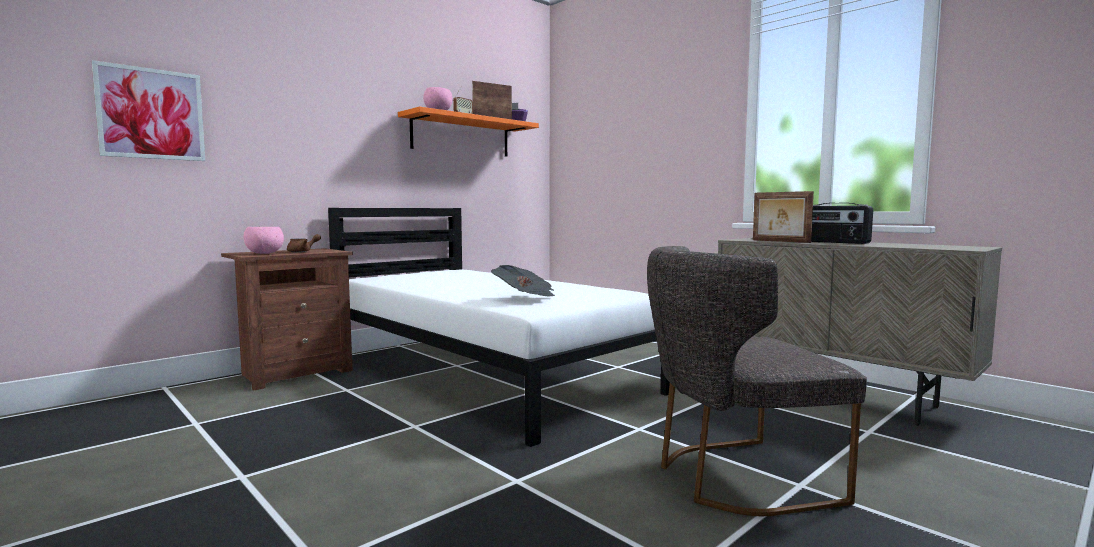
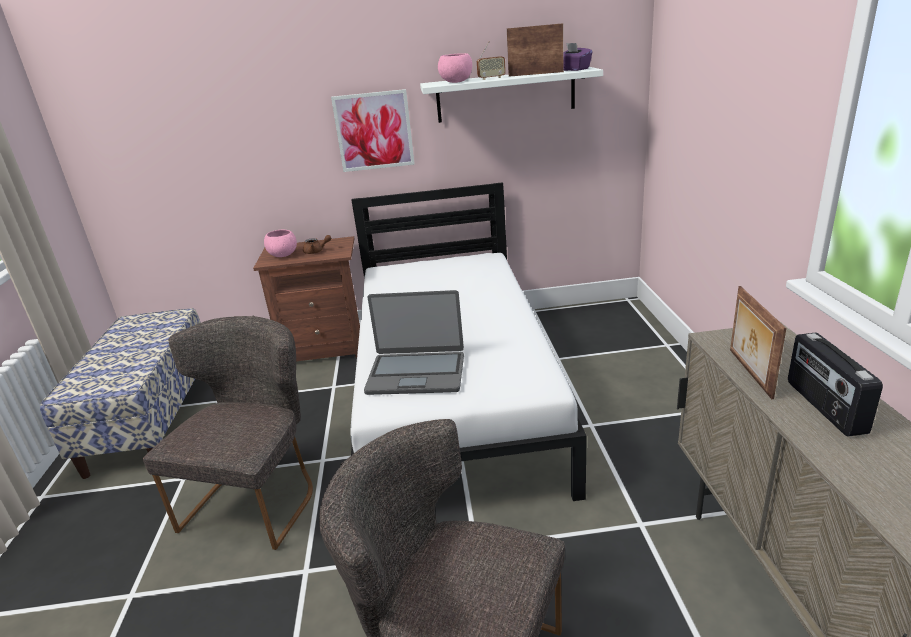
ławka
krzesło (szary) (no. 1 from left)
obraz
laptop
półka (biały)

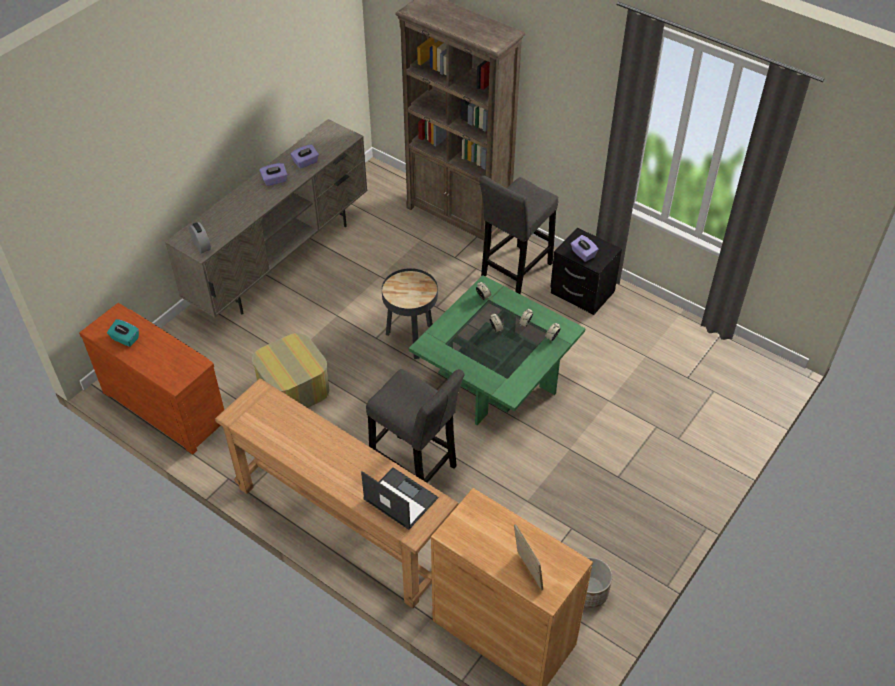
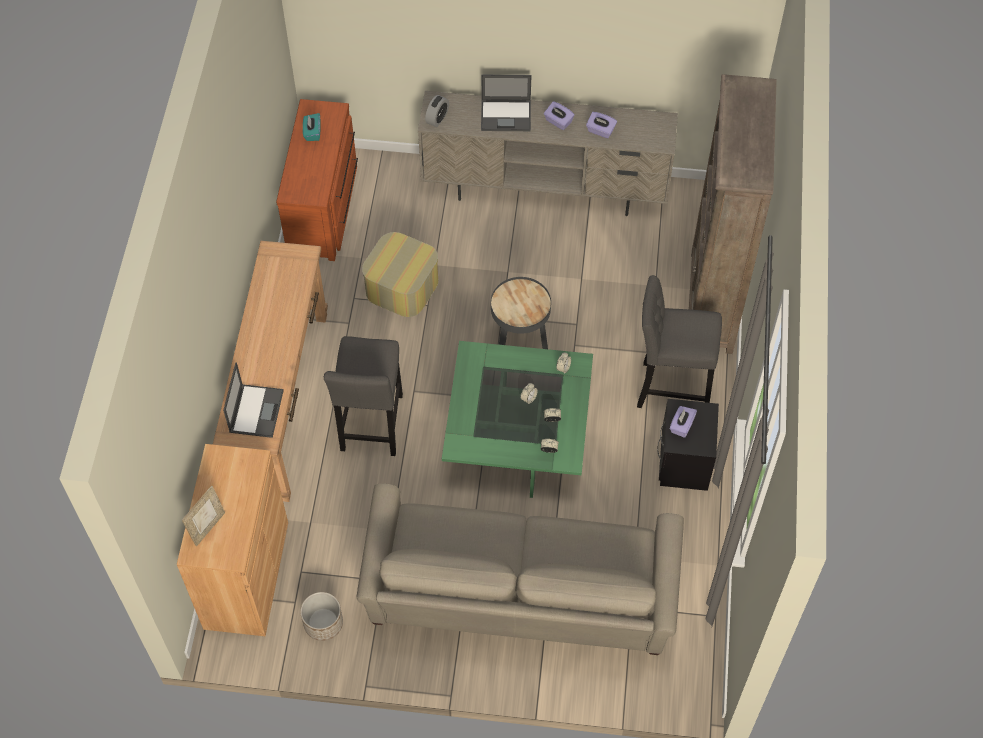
kanapa (beżowy)
laptop (no. 2 from left)

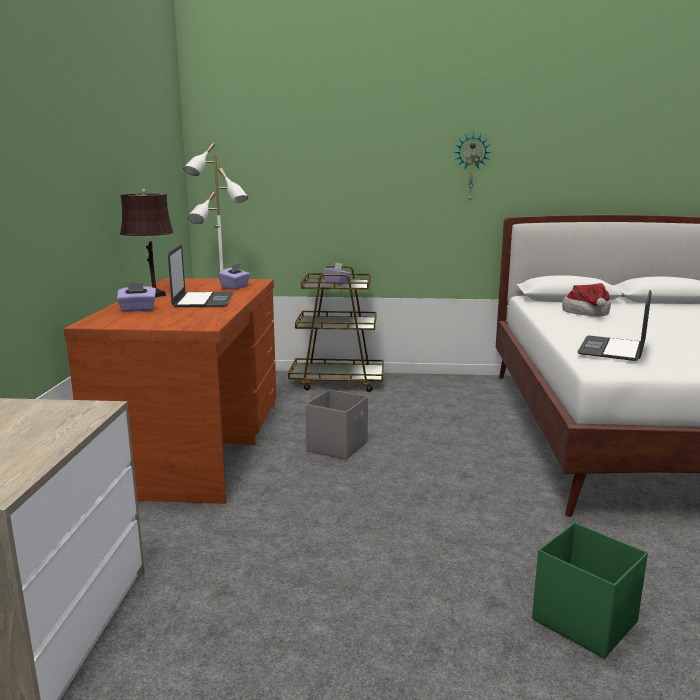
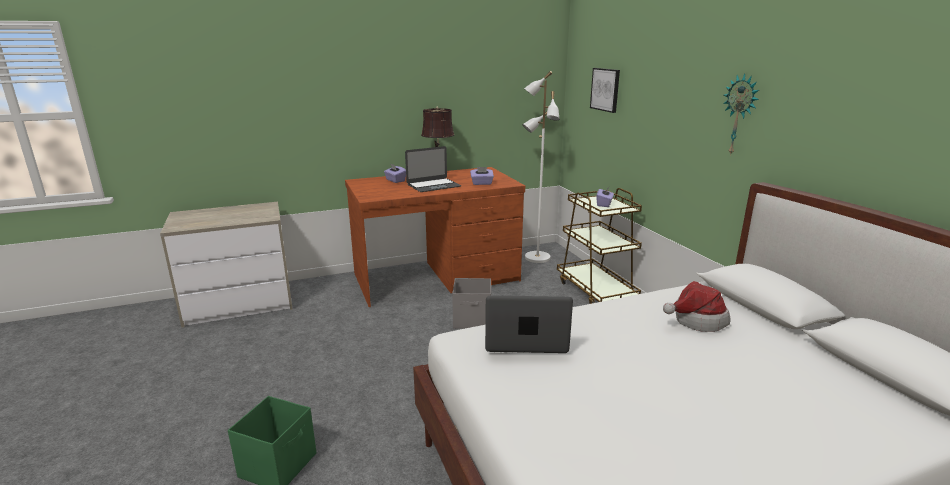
obraz

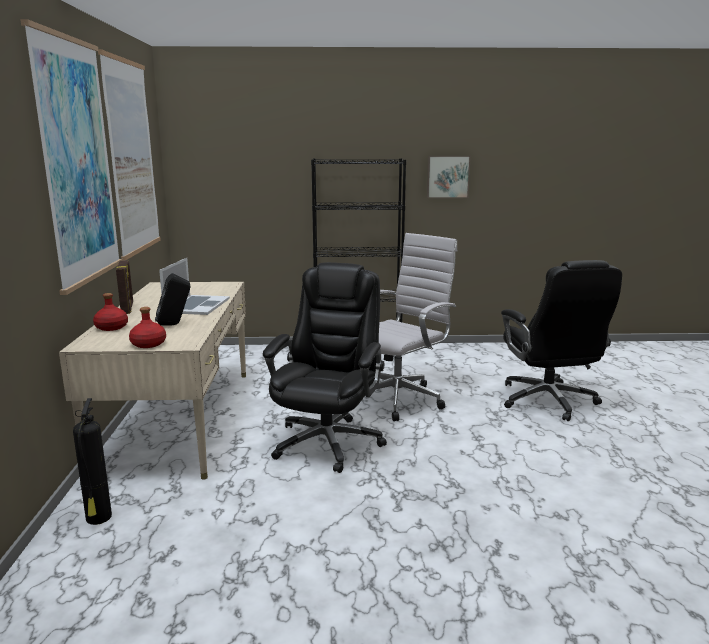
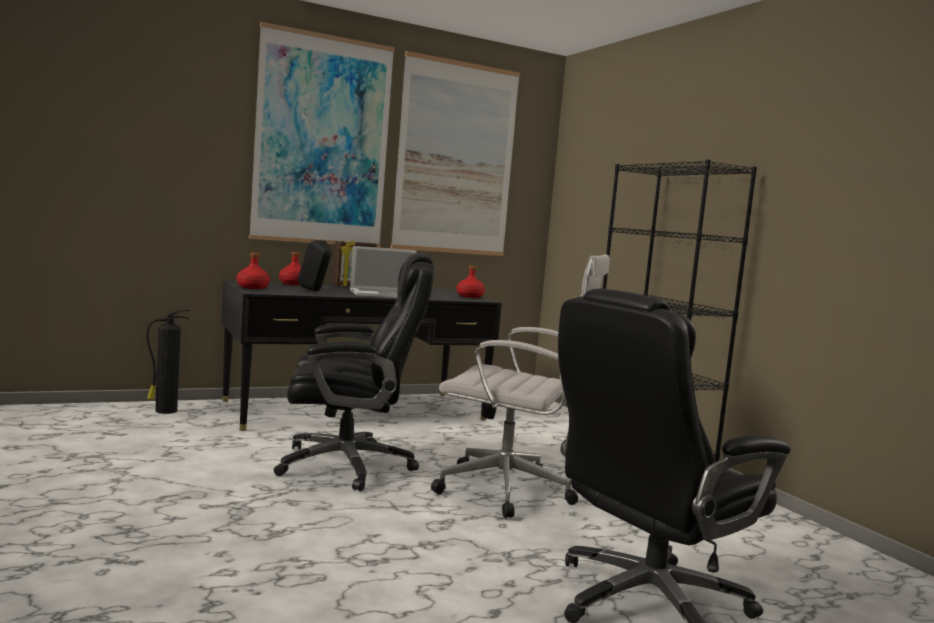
obraz (no. 3 from left in the first image)
butelka (czerwony) (no. 3 from left)
biurko (czarny)

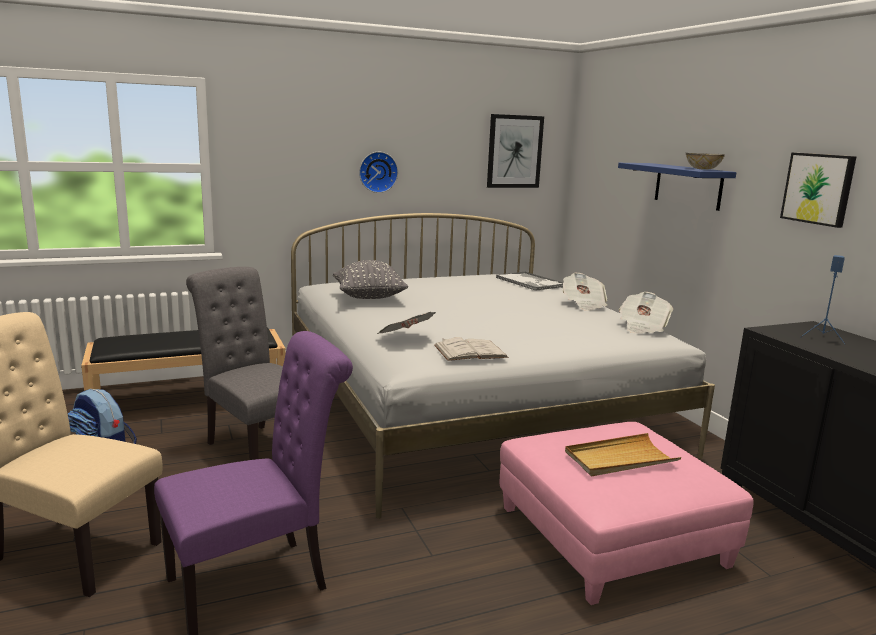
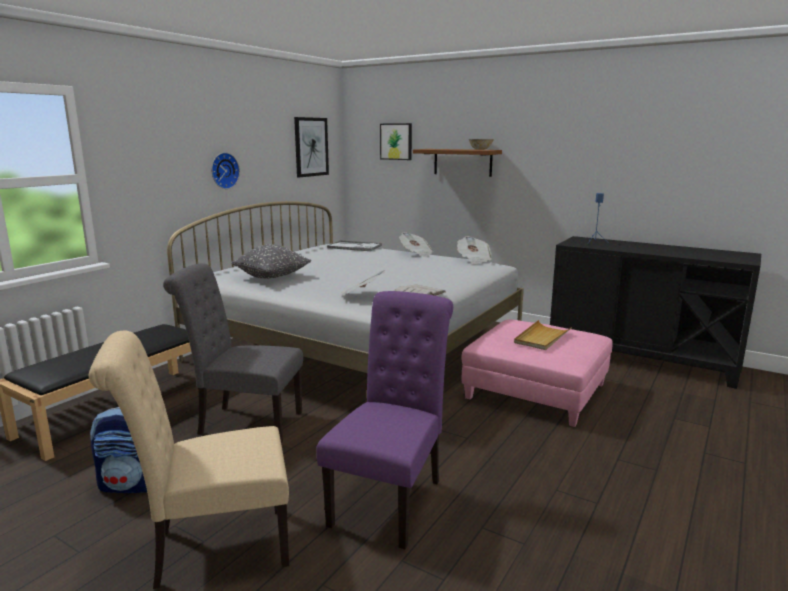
obraz (no. 2 from left)
półka (brązowy)

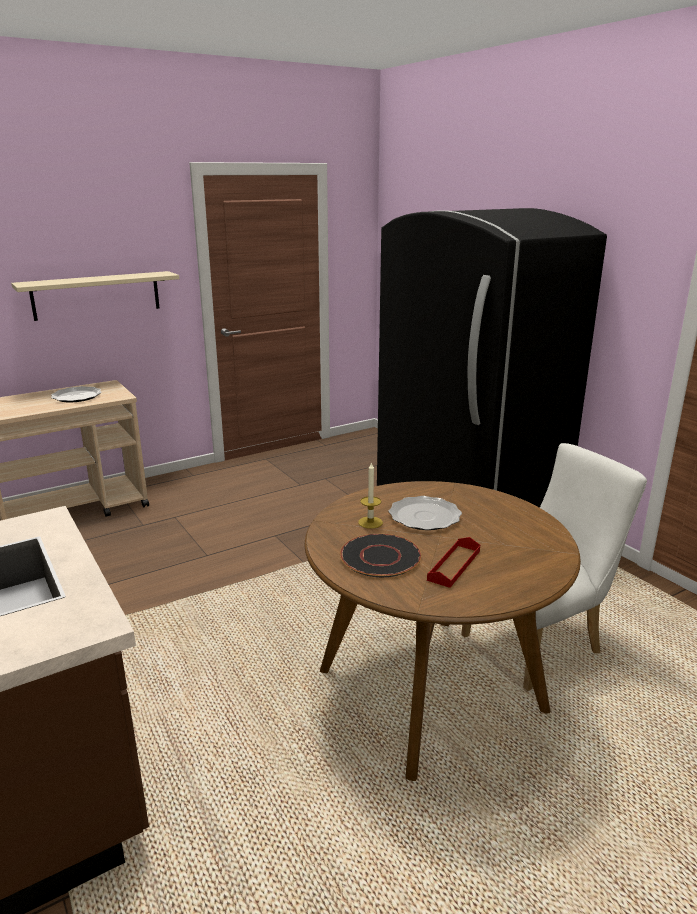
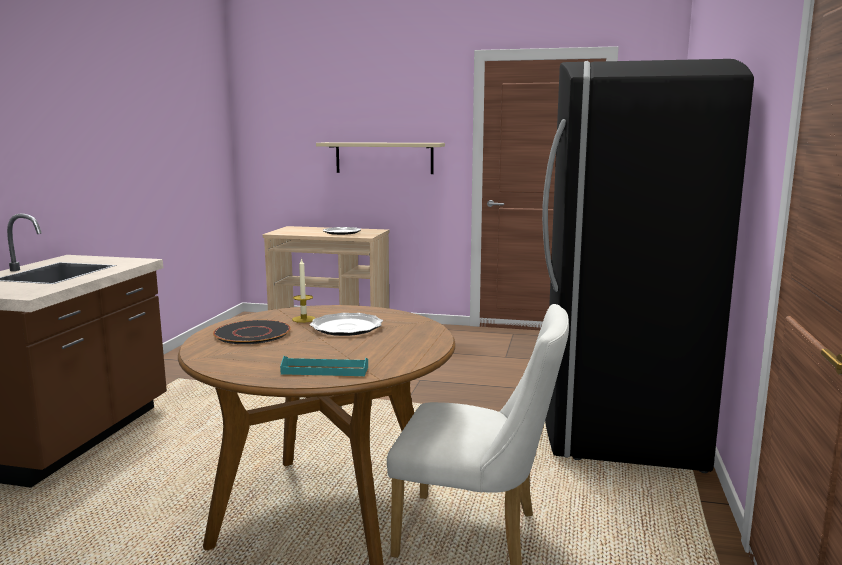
taca (czerwony)
taca (turkusowy)

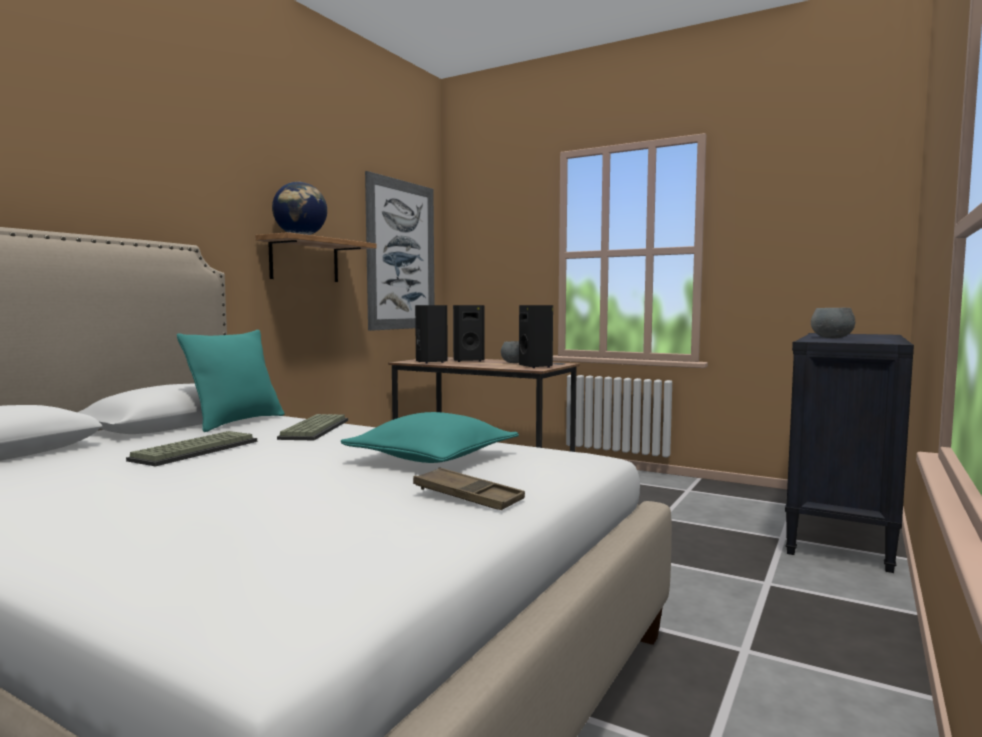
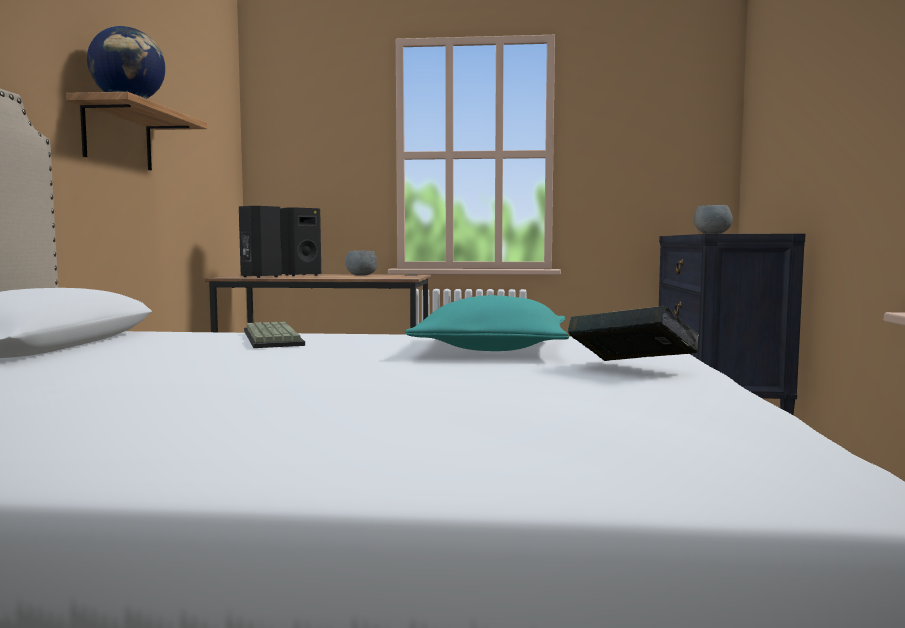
klawiatura (no. 1 from left in the first image)
poduszka (turkusowy) (no. 1 from left in the first image)
obraz
głośnik (czarny) (no. 3 from left in the first image)
książka

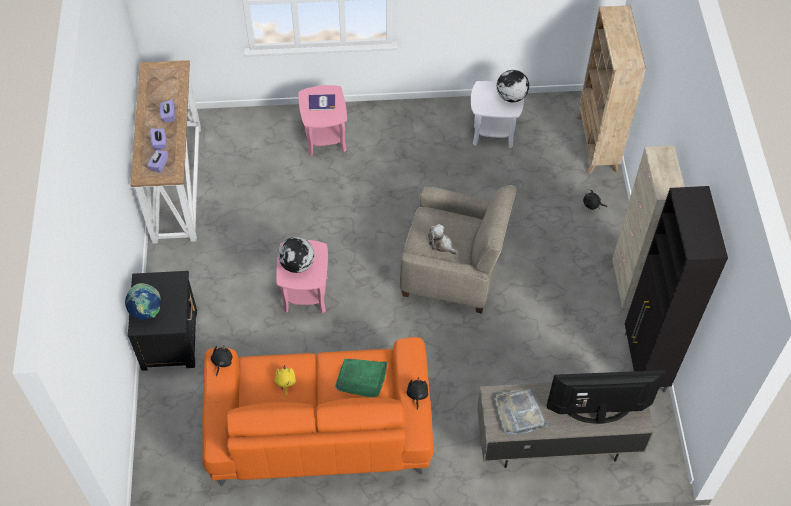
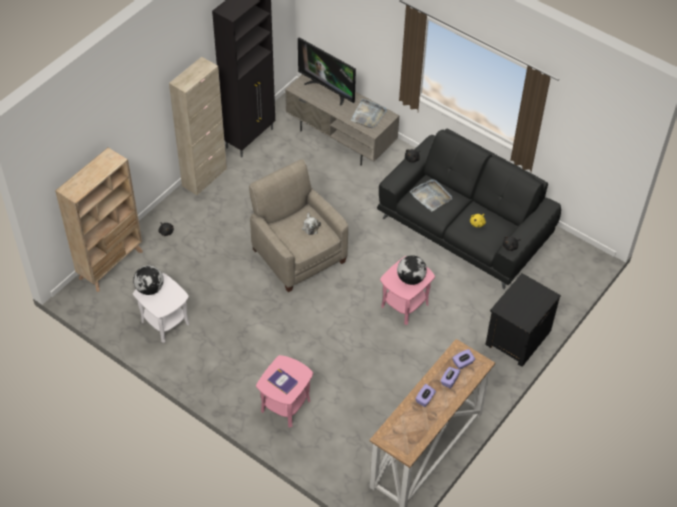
globus (no. 1 from left in the first image)
kanapa (czarny)
taca (szary) (no. 2 from left)

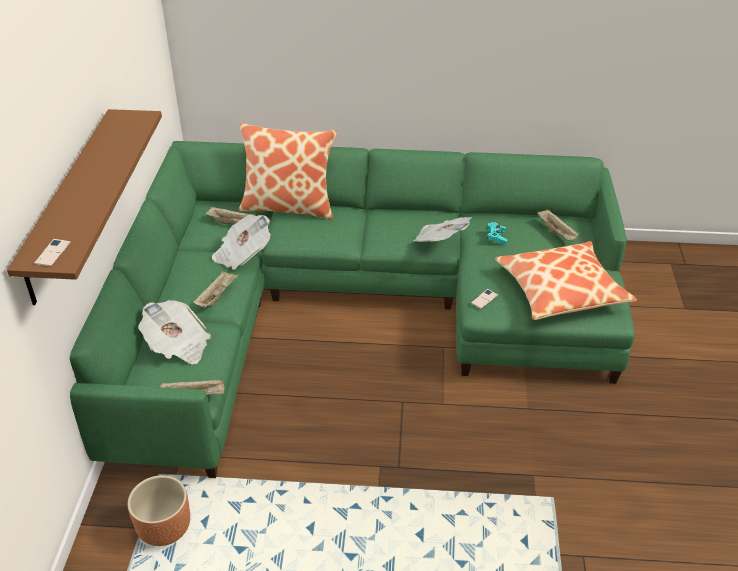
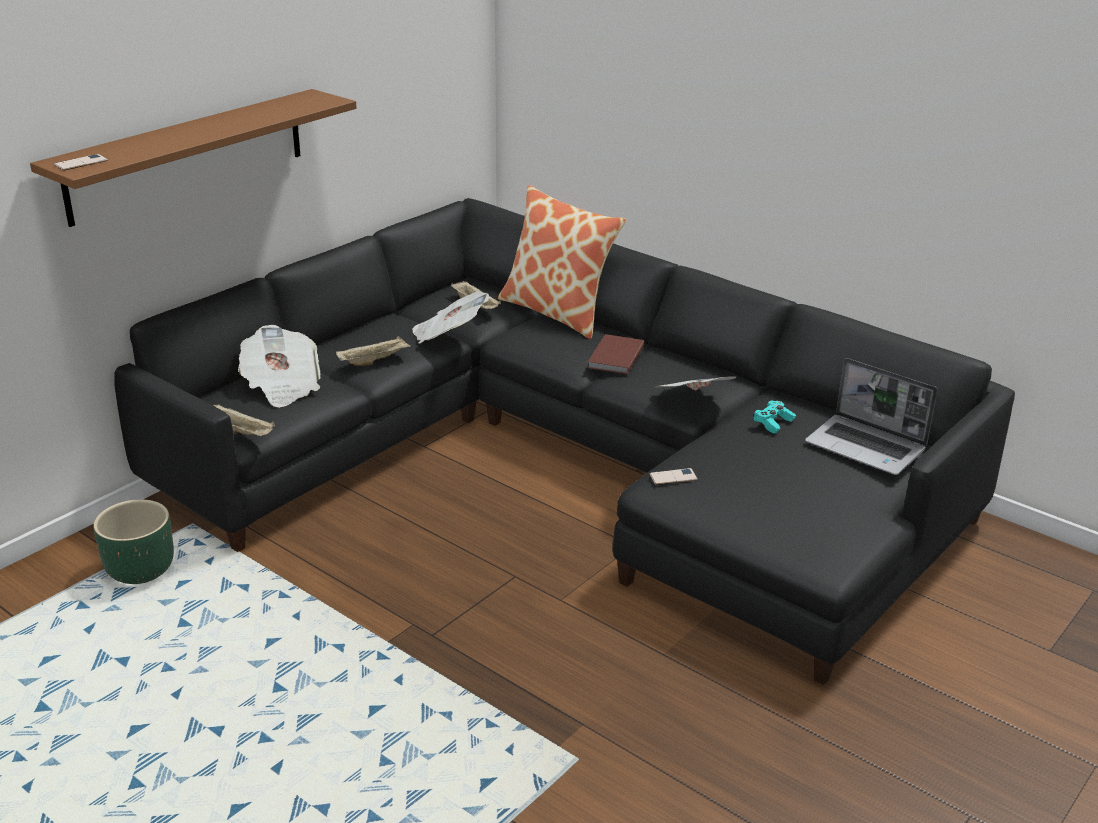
poduszka (no. 2 from left in the first image)
książka (brązowy)
laptop
kanapa (czarny)
donica (zielony)

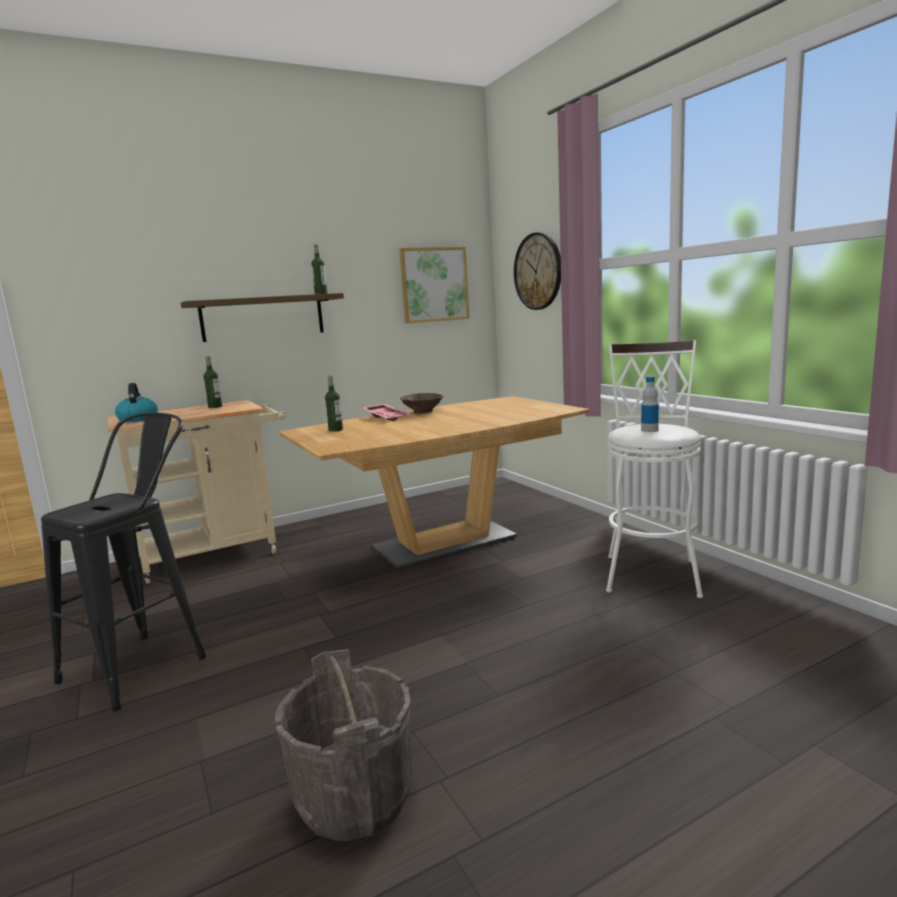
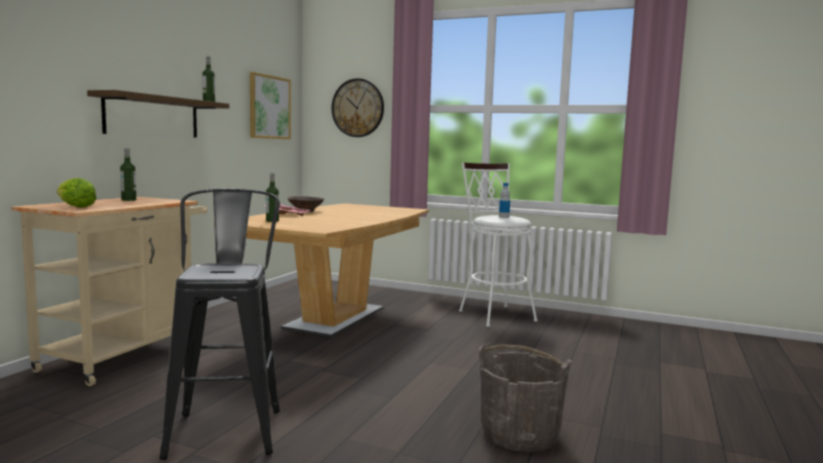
sałata

